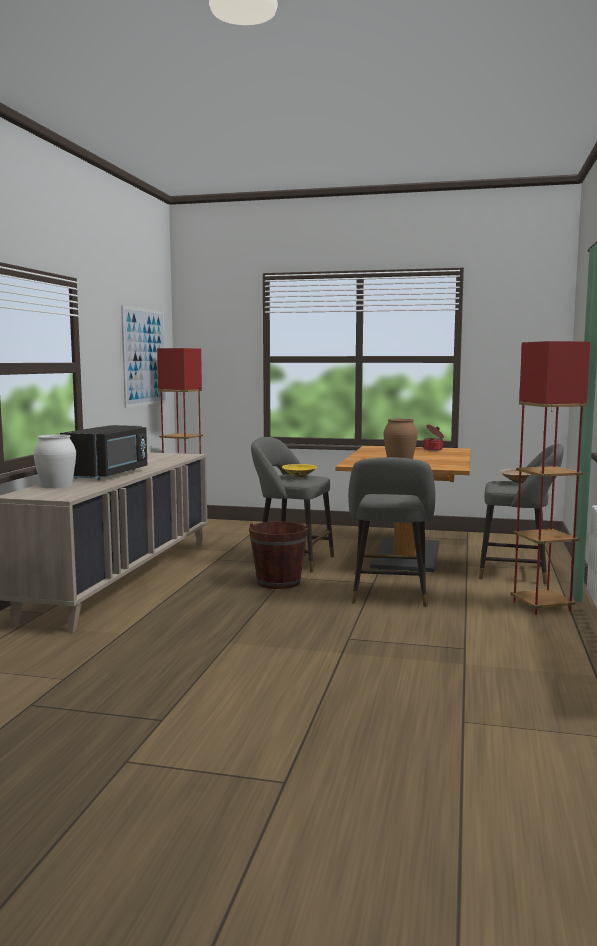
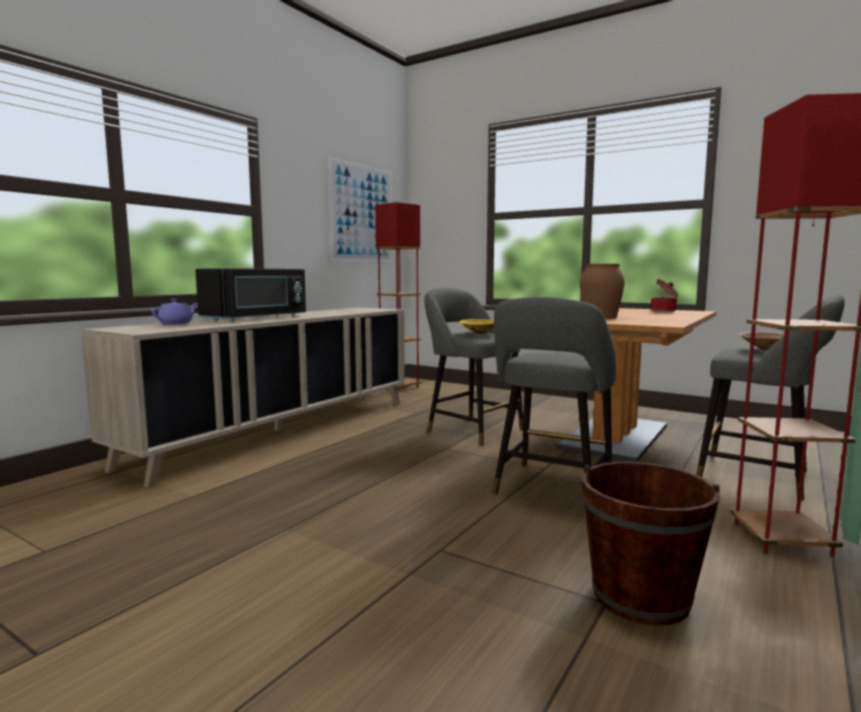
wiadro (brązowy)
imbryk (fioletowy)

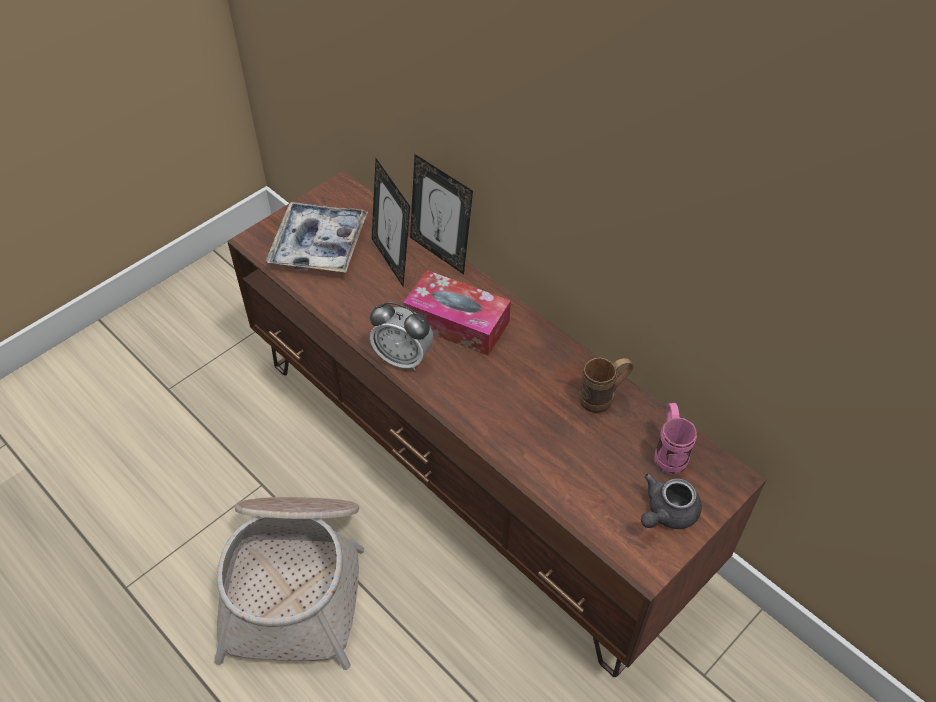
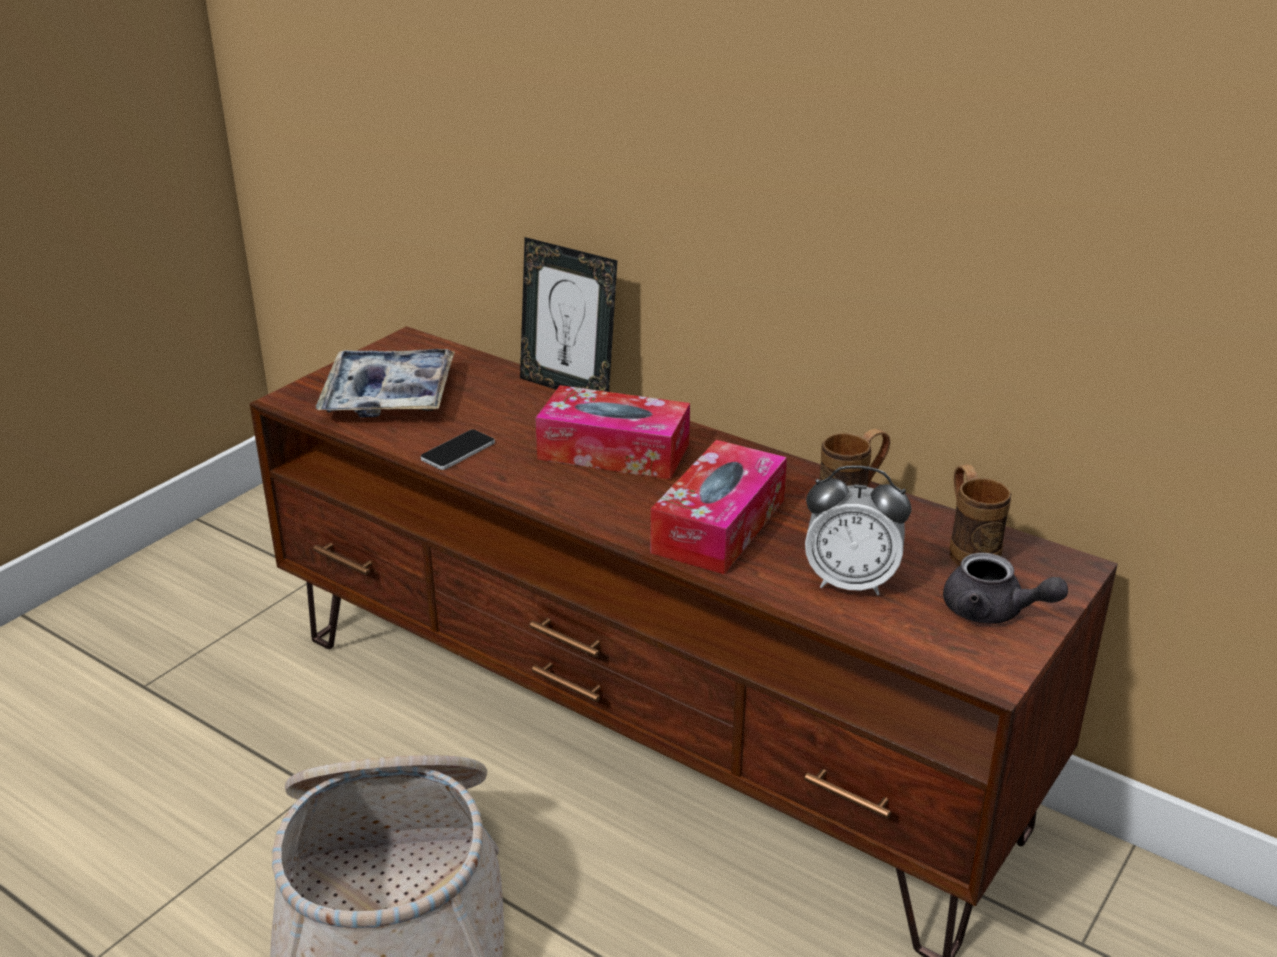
ramka na zdjęcie (no. 1 from left in the first image)
telefon
pudełko chusteczek (no. 2 from left)
budzik
kubek (brązowy) (no. 2 from left)
imbryk (szary)

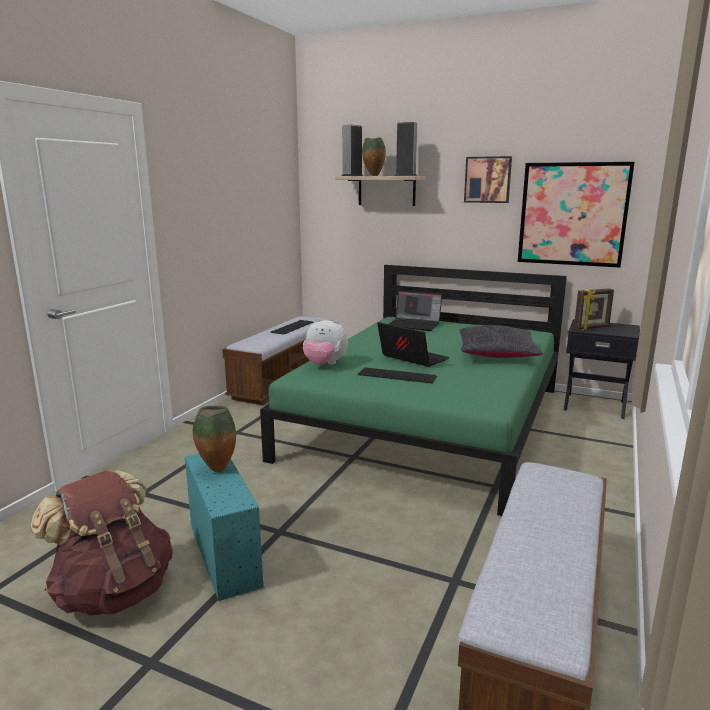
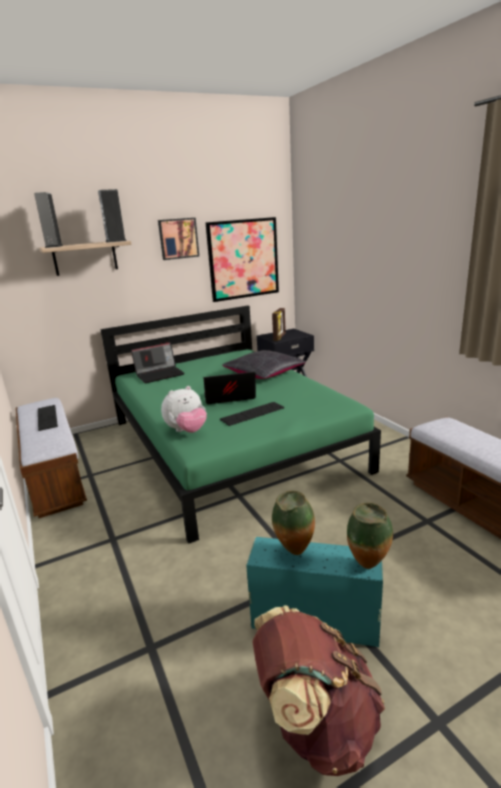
wazon (no. 2 from left)

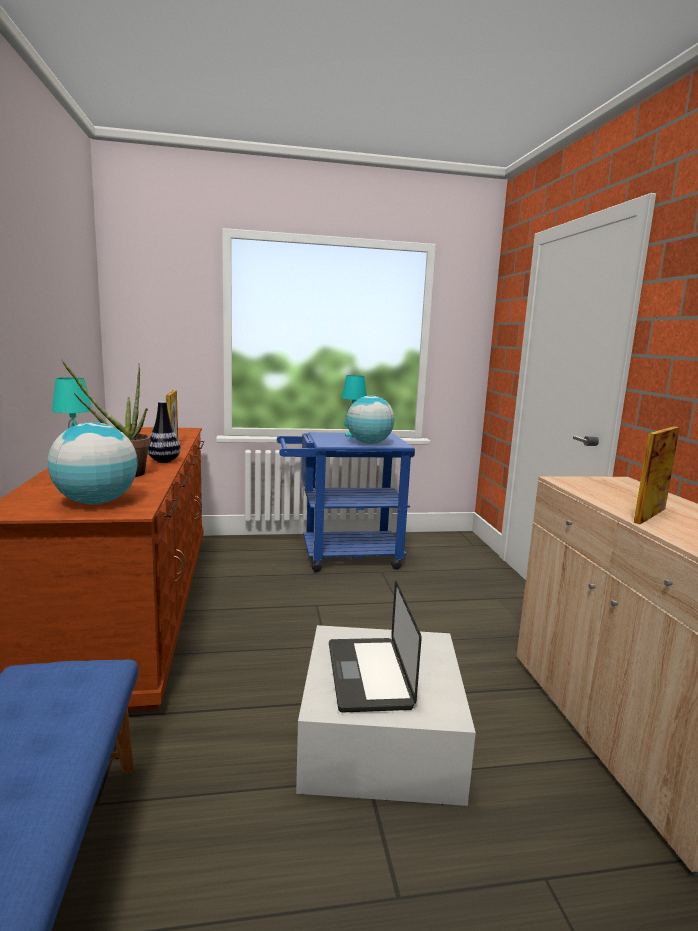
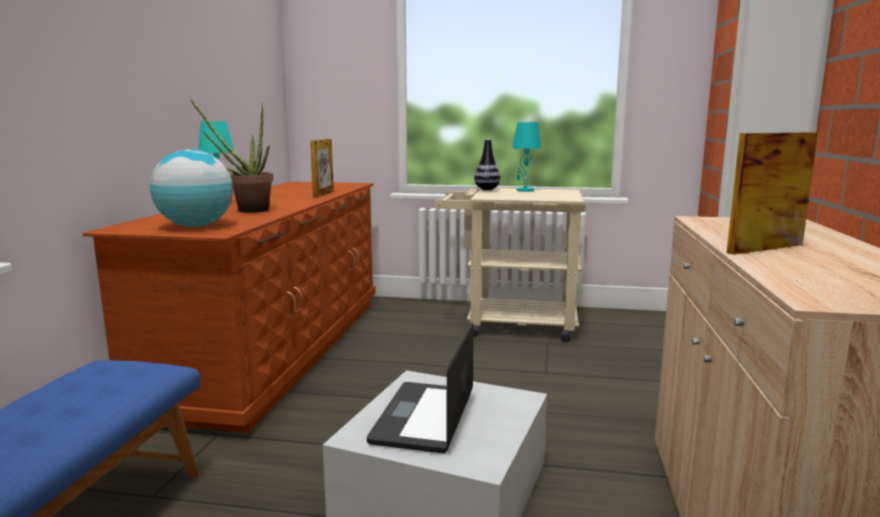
globus (no. 2 from left in the first image)
wazon
wózek (beżowy)

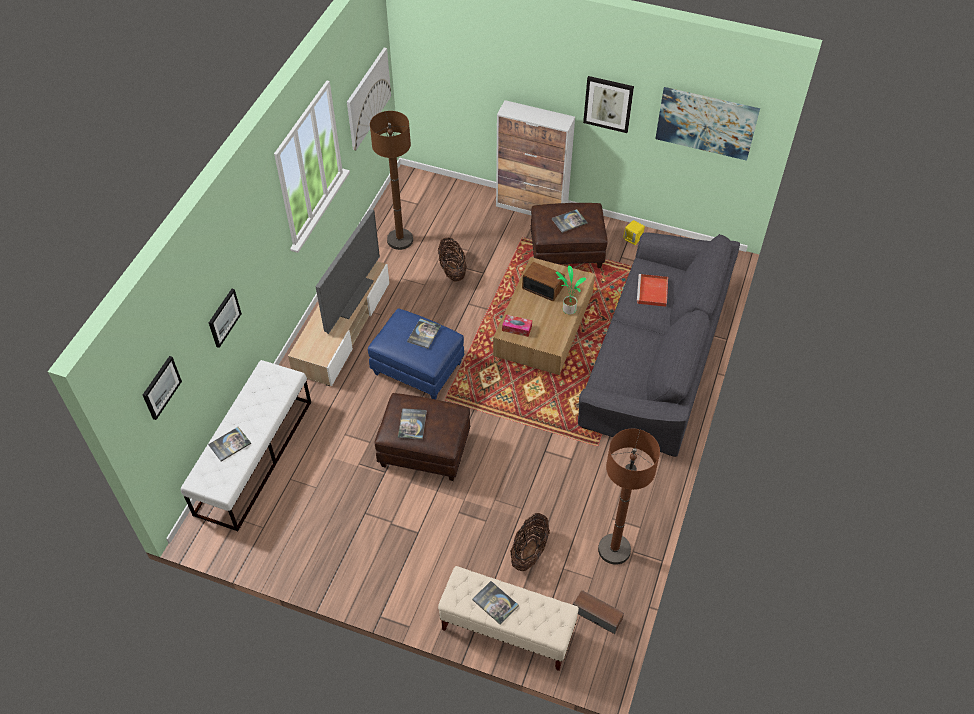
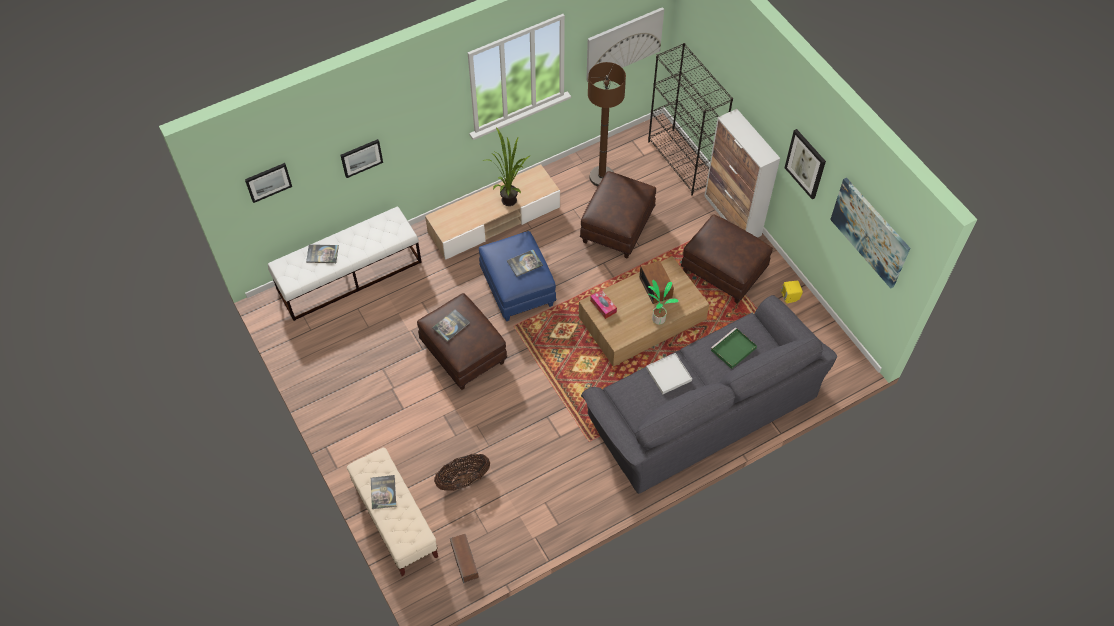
książka (no. 5 from left in the first image)
lampa stojąca (brązowy) (no. 2 from left in the first image)
taca (biały)
regał (czarny)
roślina doniczkowa (no. 1 from left)
pufa (brązowy) (no. 2 from left)
taca (zielony)

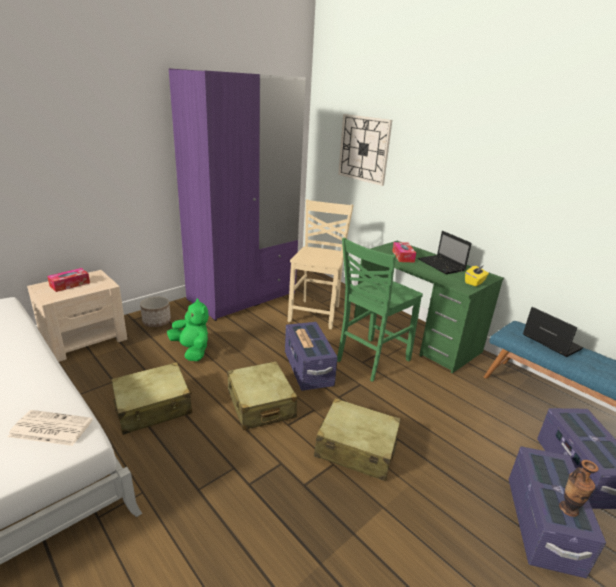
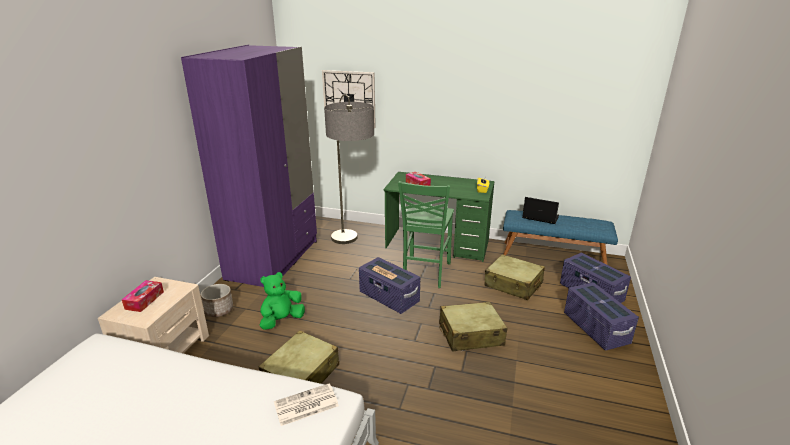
laptop (no. 1 from left in the first image)
wazon
walizka (beżowy) (no. 3 from left)
lampa stojąca
pluszak (zielony)

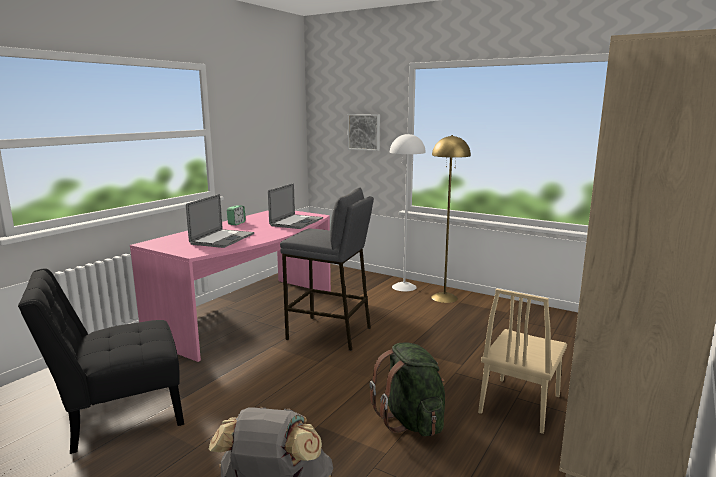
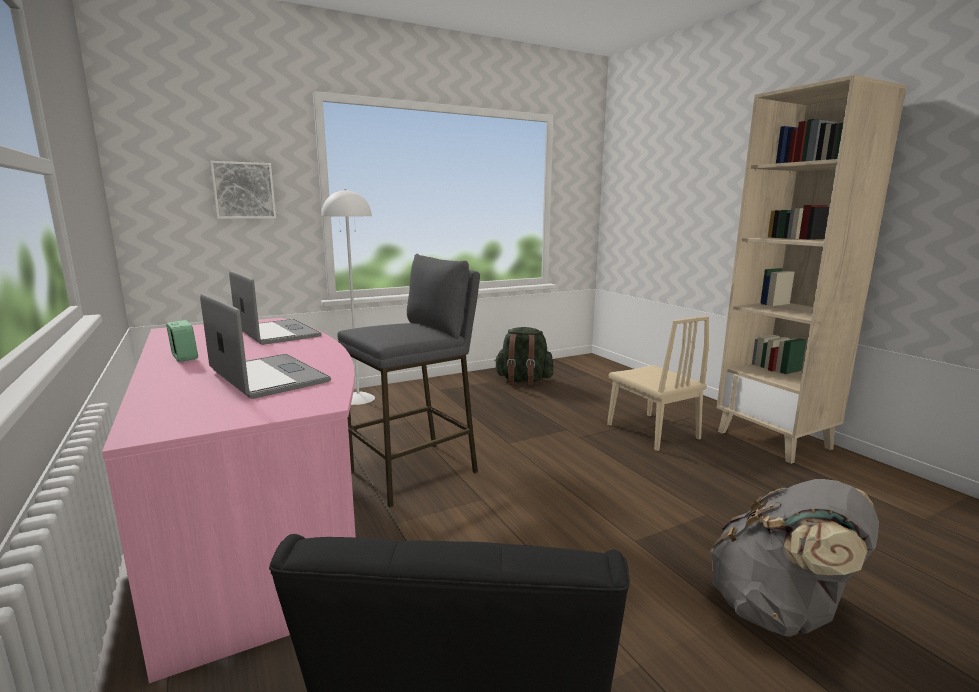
lampa stojąca (żółty)
plecak (zielony)

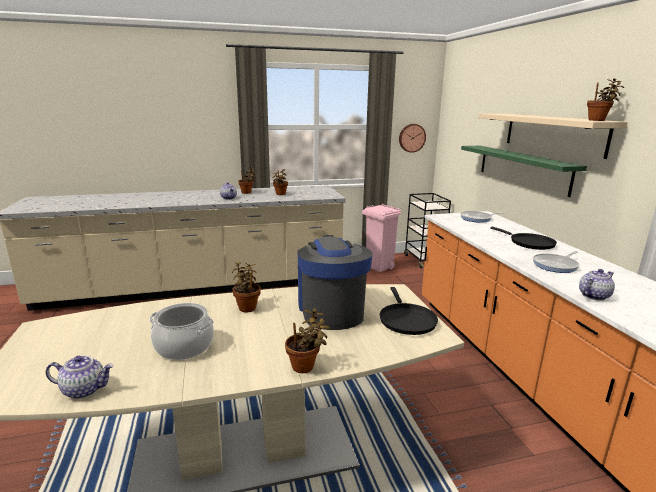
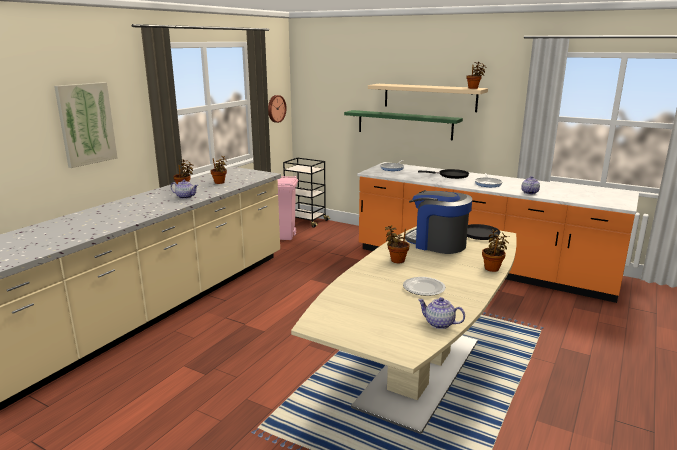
obraz
talerz
imbryk (no. 2 from left)

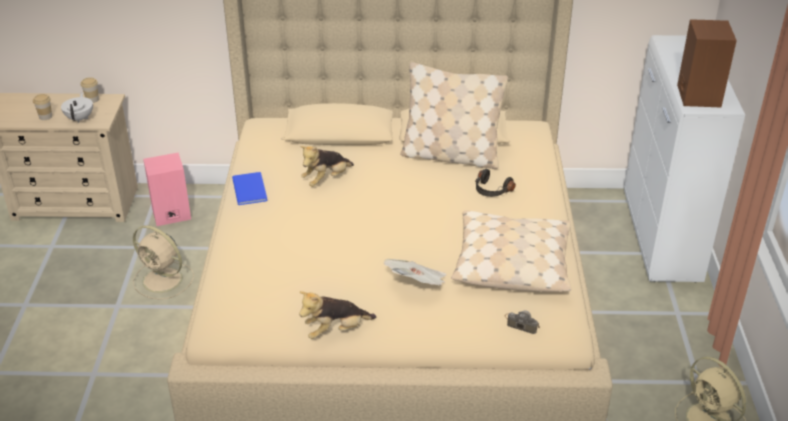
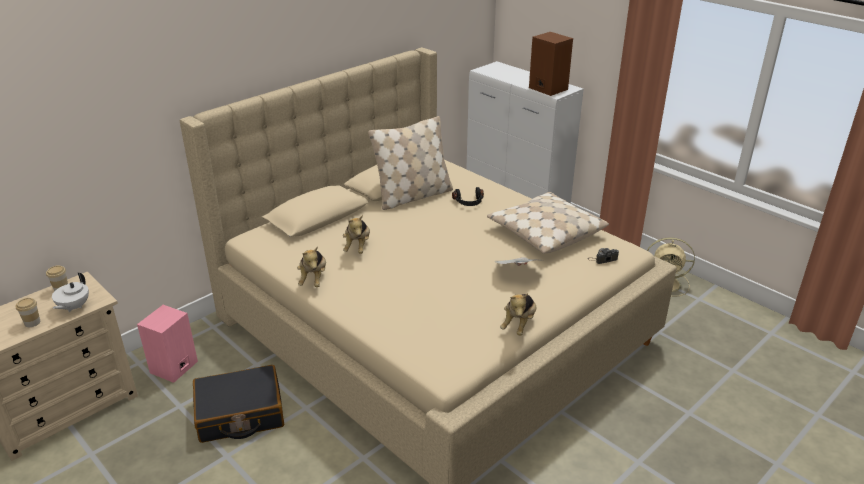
walizka (czarny)
pluszak (no. 1 from left)
imbryk (biały)

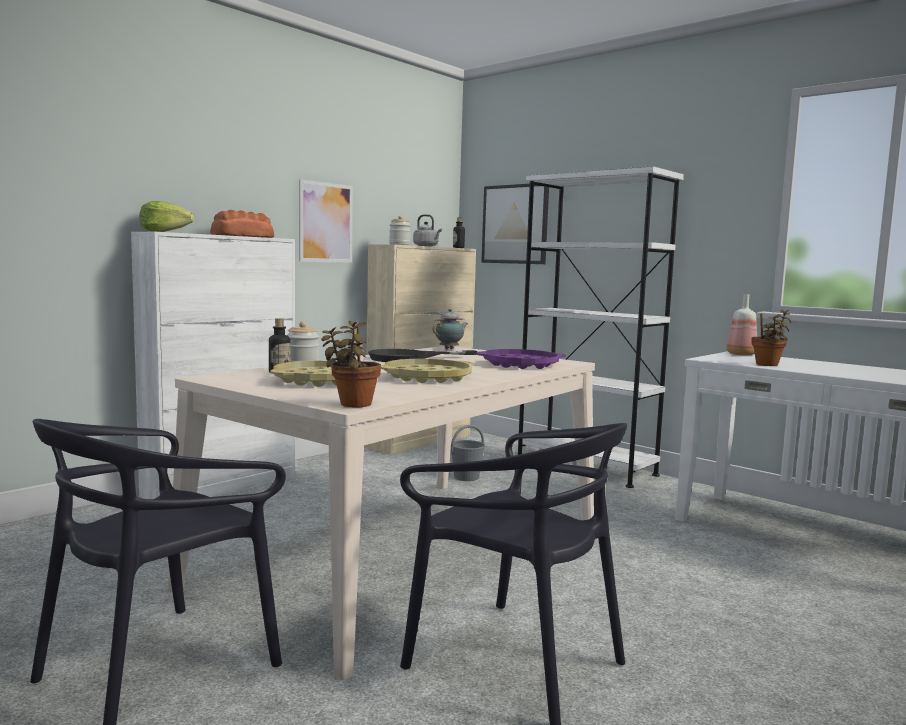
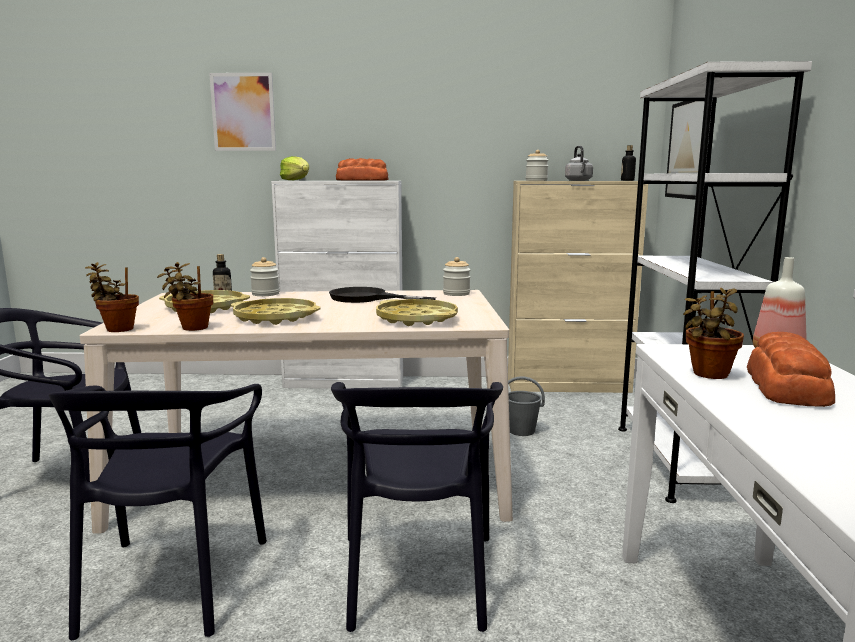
roślina doniczkowa (no. 2 from left)
krzesło (czarny) (no. 3 from left)
chleb (no. 2 from left)
obraz (no. 1 from left)
słoik (no. 2 from left)
taca (żółty) (no. 3 from left)

